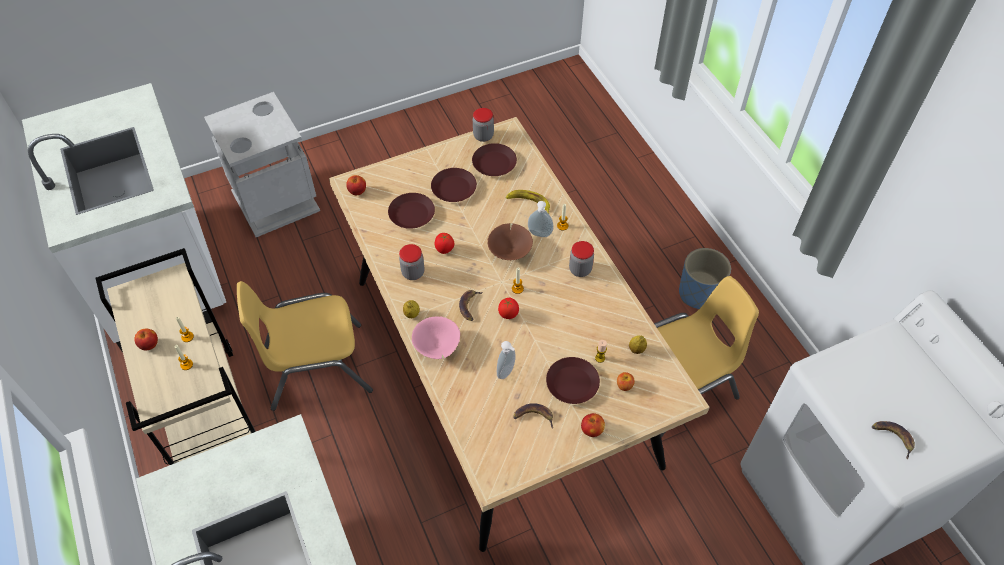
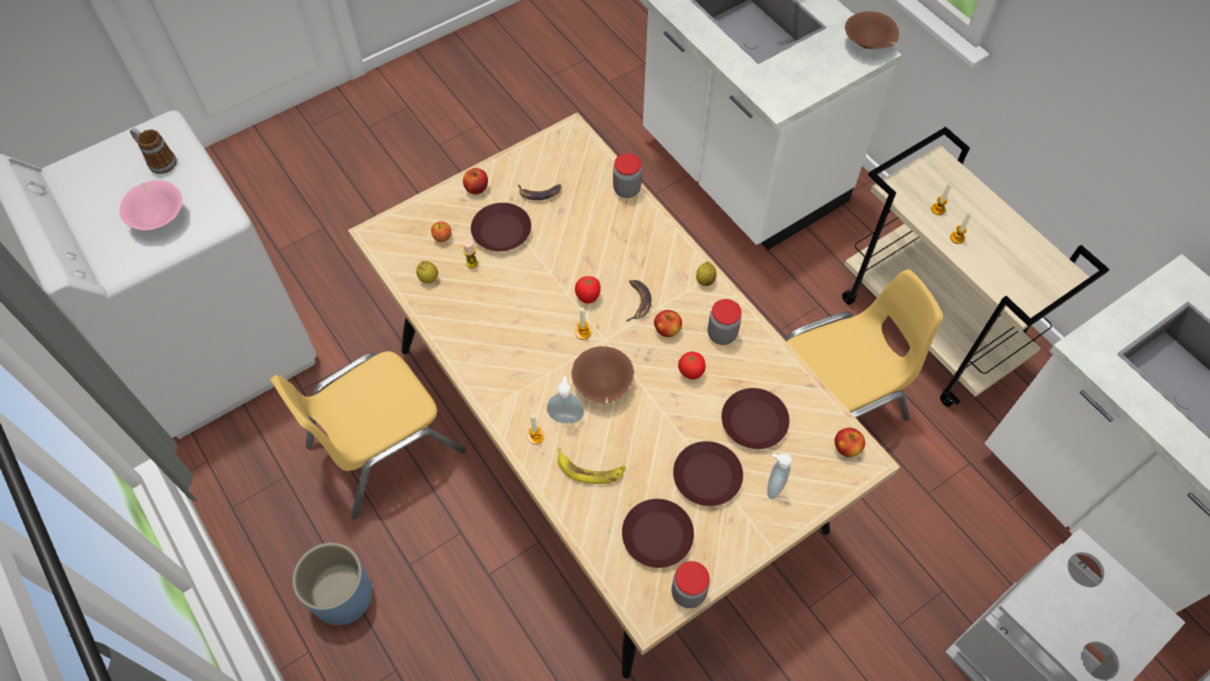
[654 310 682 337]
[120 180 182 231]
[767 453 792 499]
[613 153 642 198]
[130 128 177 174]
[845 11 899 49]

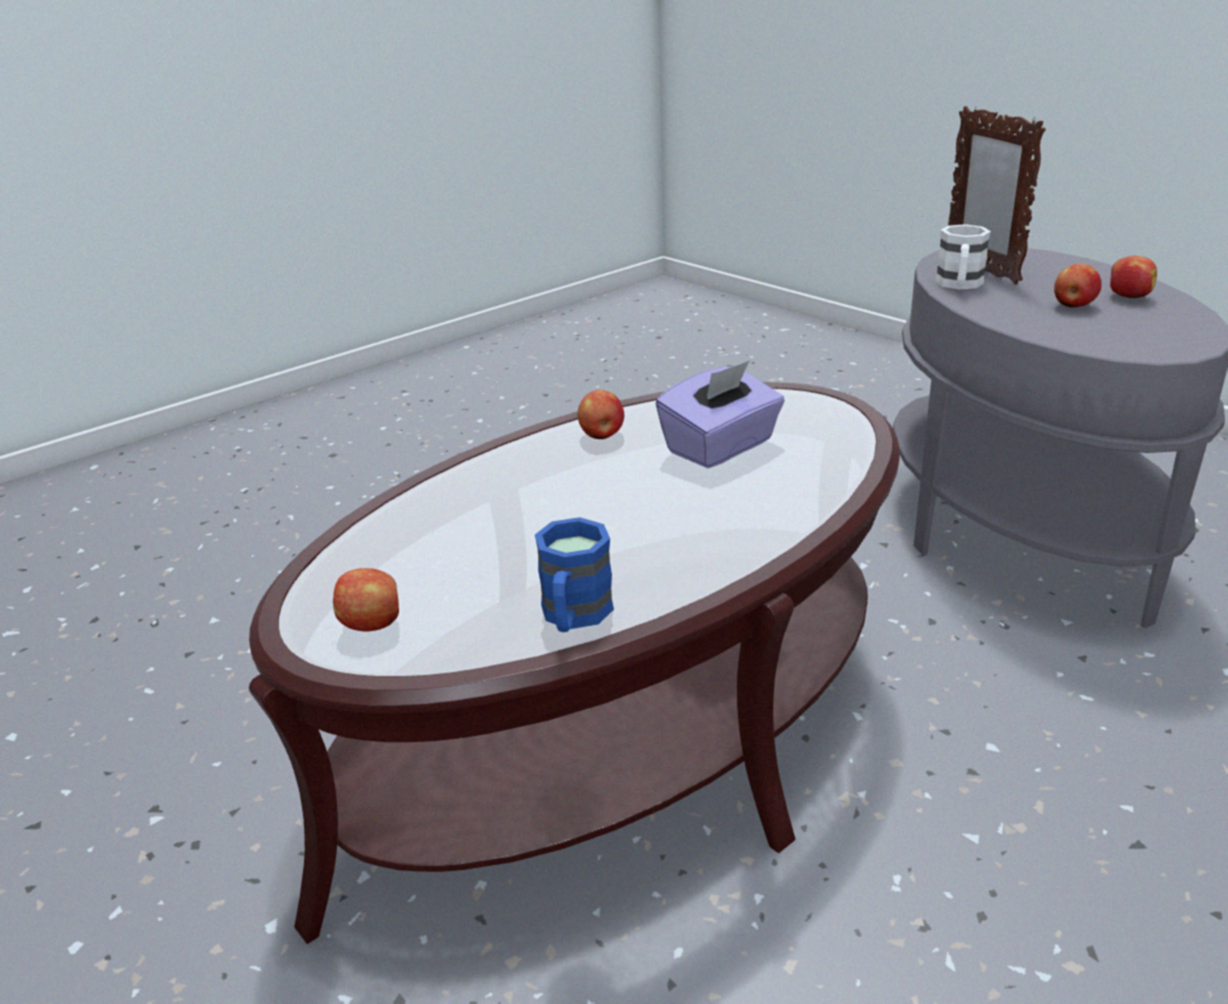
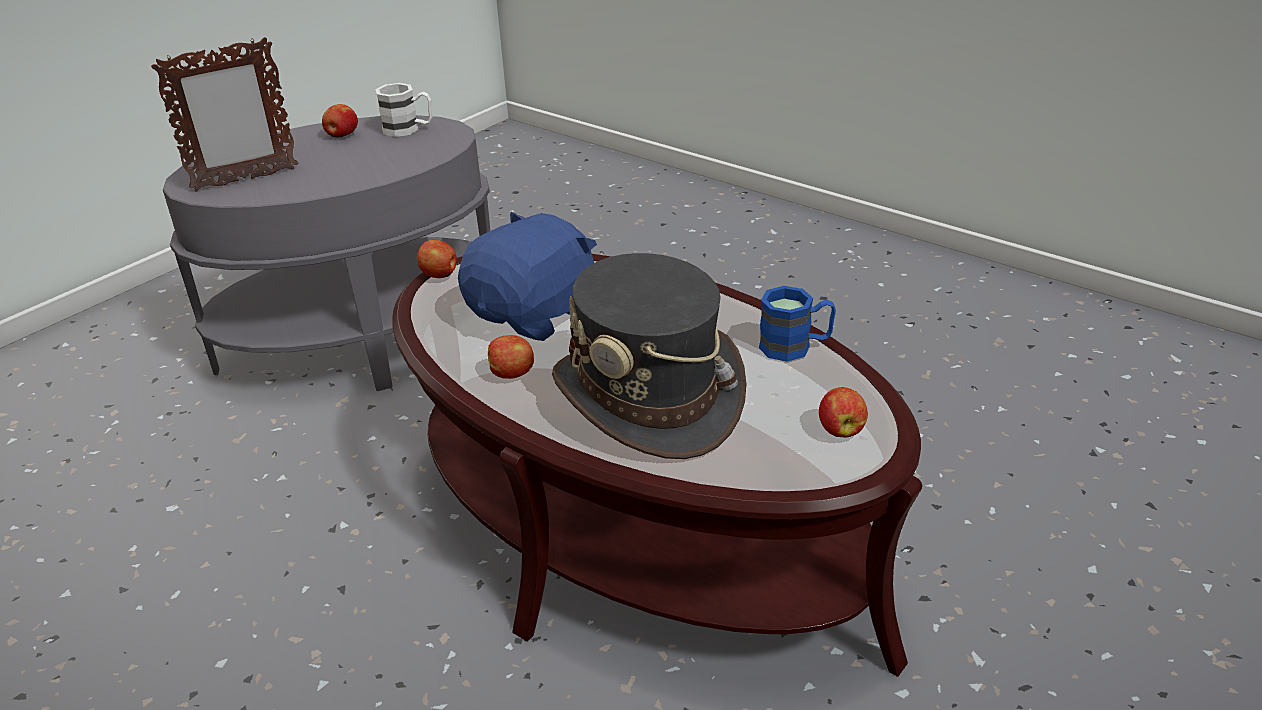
[458 212 597 341]
[375 83 432 137]
[417 240 457 278]
[552 253 746 459]

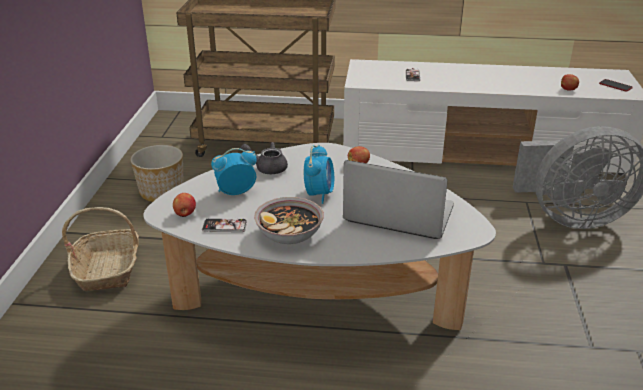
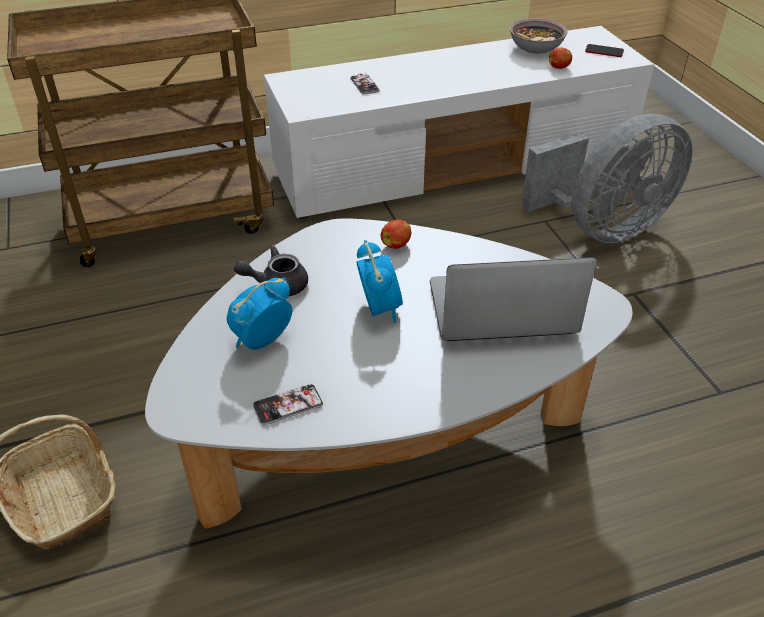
[131 145 184 202] (first image)
[173 193 196 217] (first image)
[510 18 568 54]

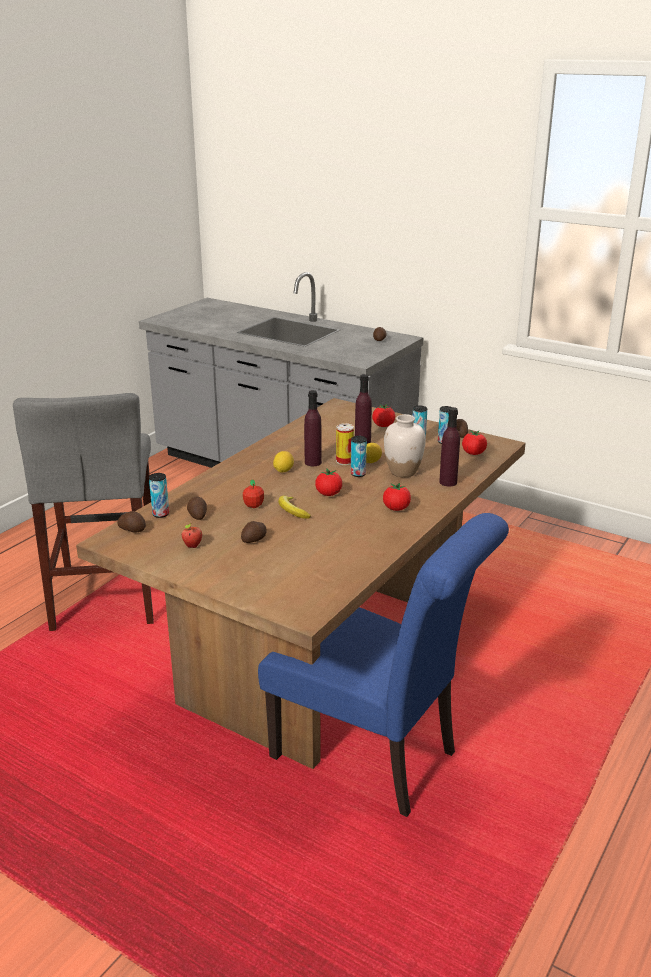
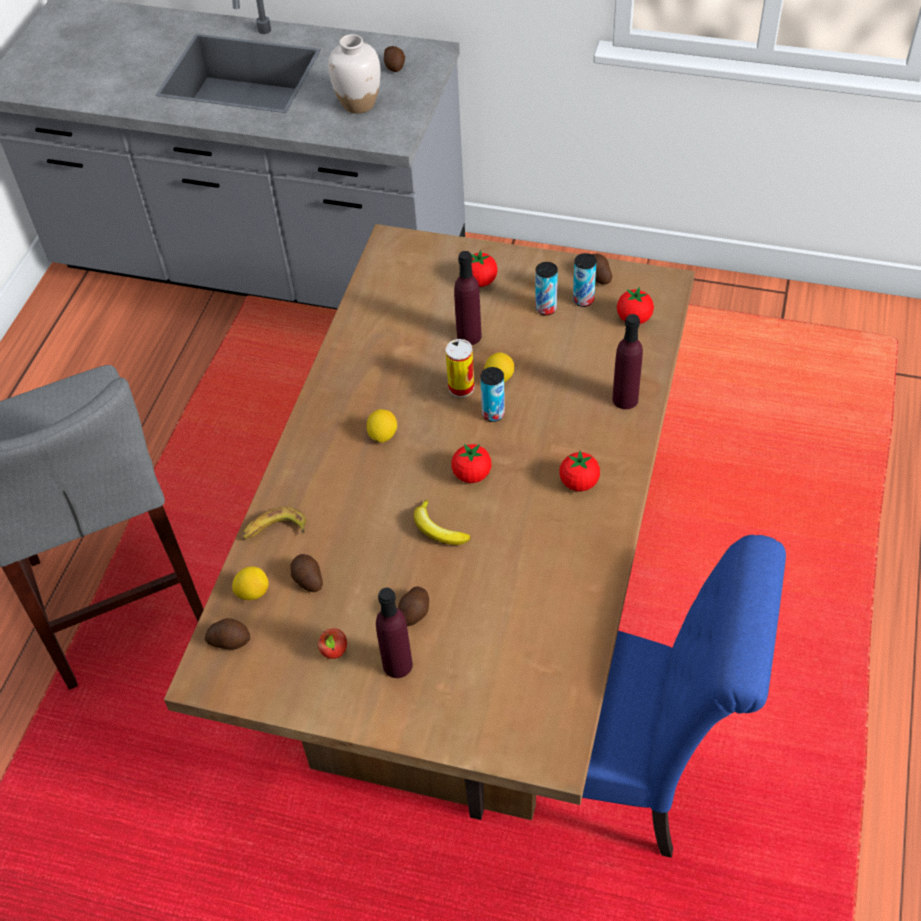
[232 566 269 600]
[243 479 264 508] (first image)
[376 587 413 678]
[328 34 381 114]
[242 507 306 540]

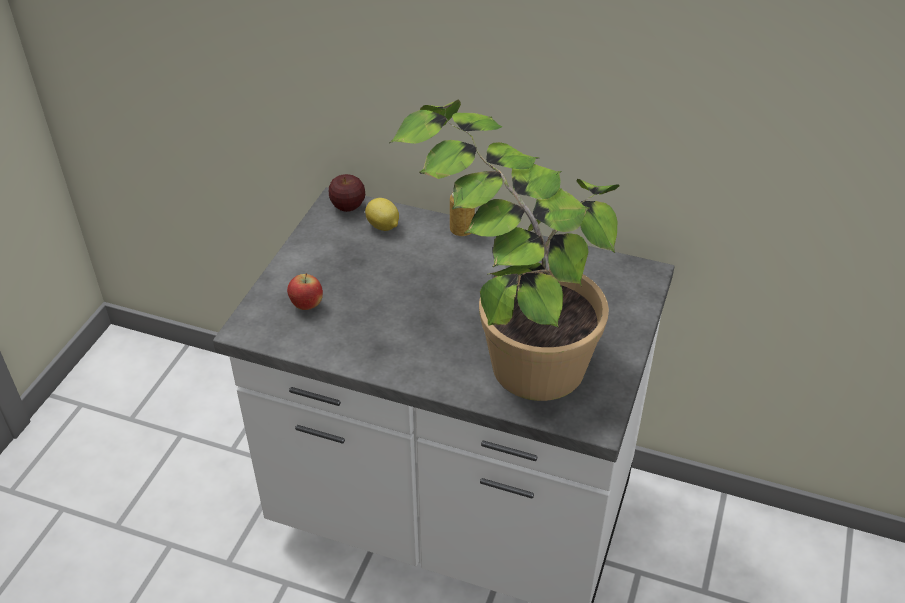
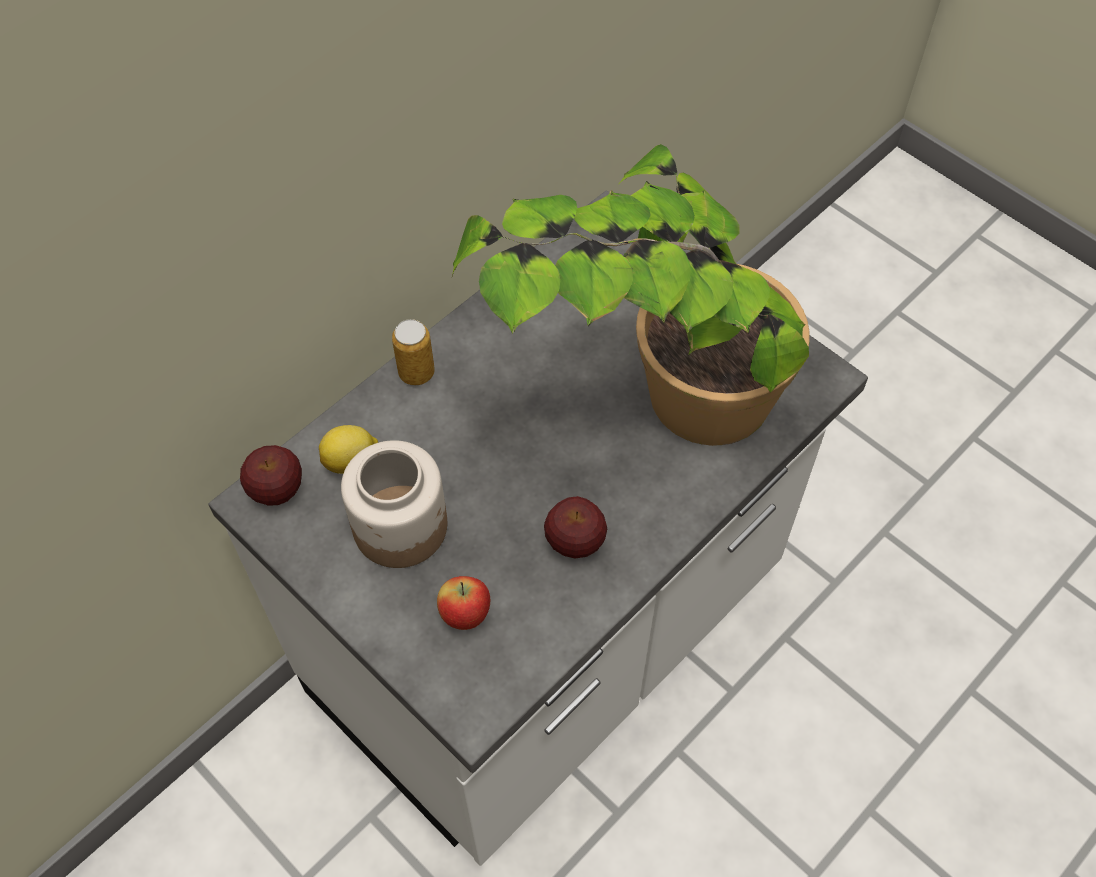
[341 440 447 568]
[544 496 607 559]

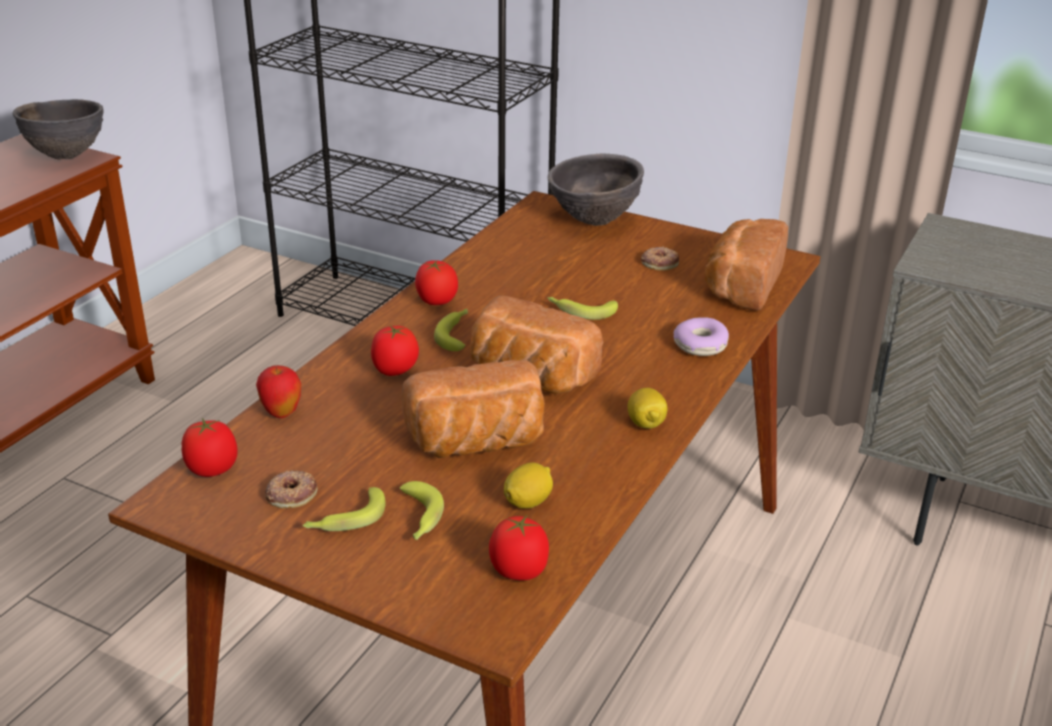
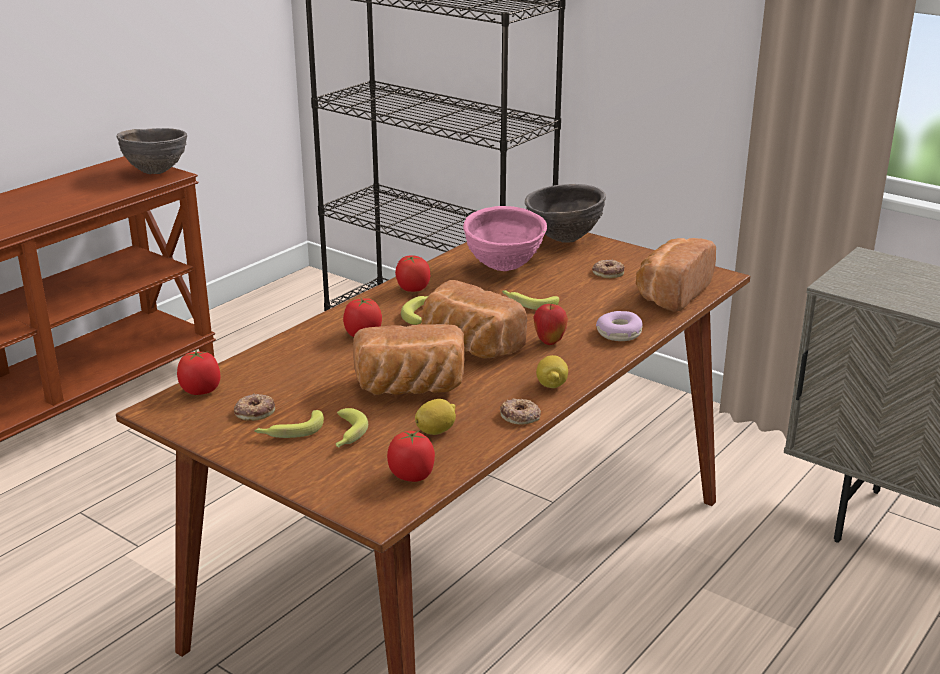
[533 304 568 345]
[463 206 547 271]
[500 398 541 425]

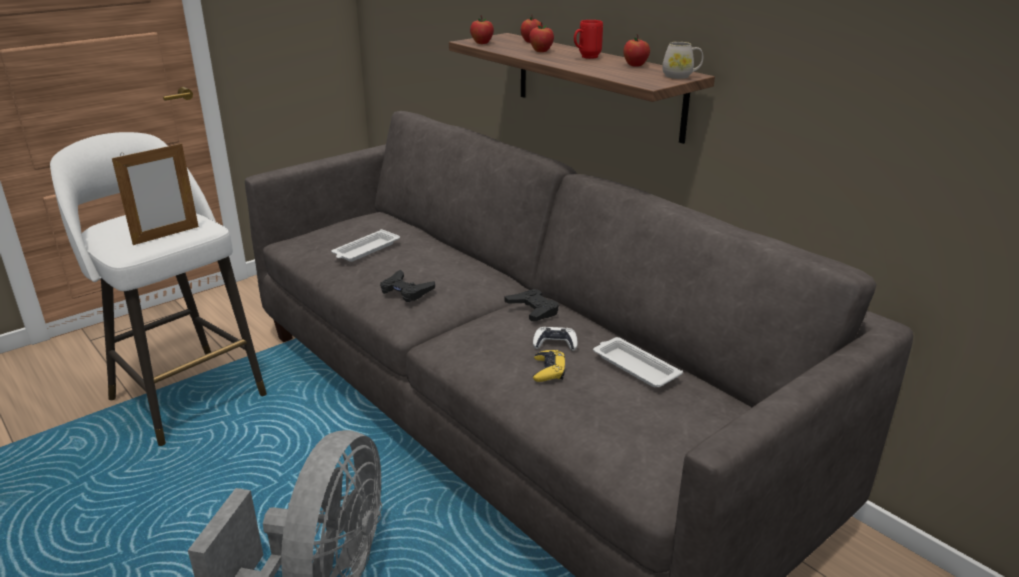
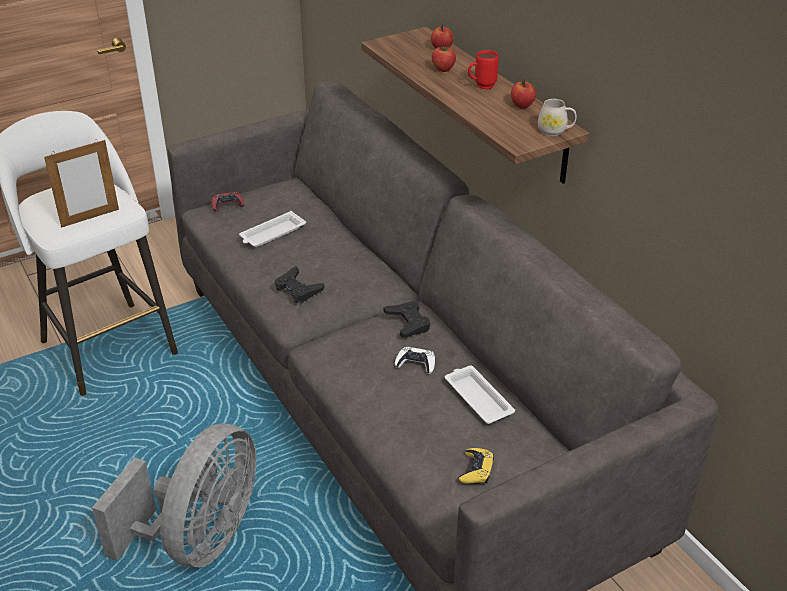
[470 15 494 44] (first image)
[459 448 494 484]
[212 192 244 211]

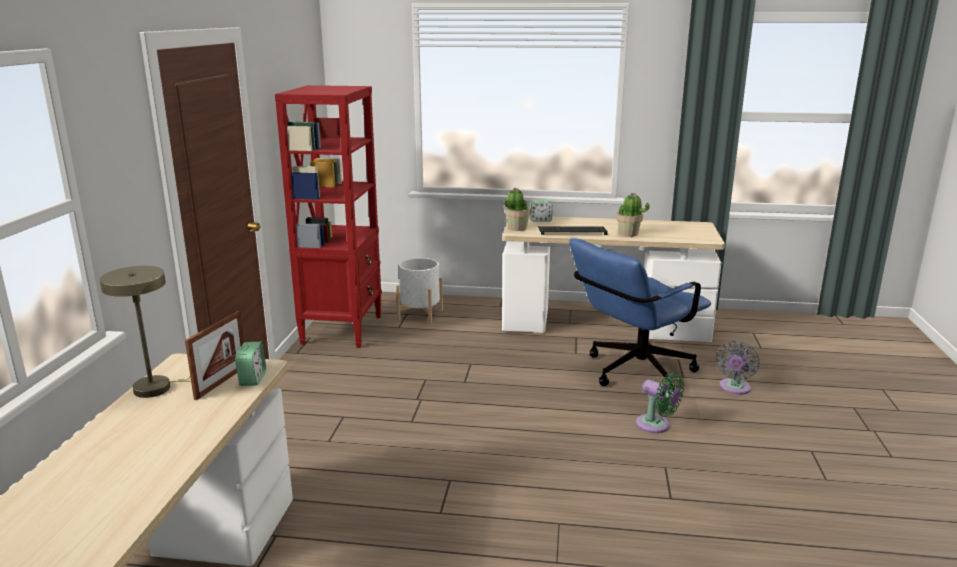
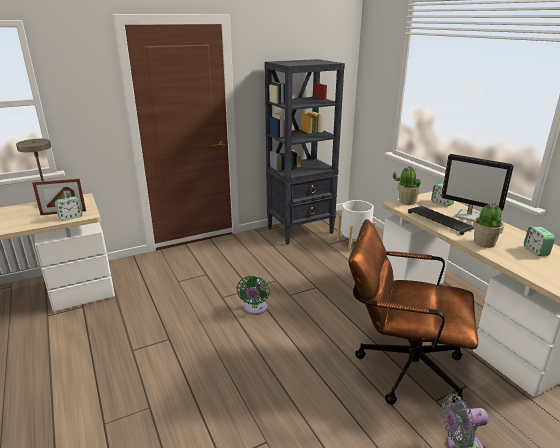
[265 59 345 245]
[348 219 478 405]
[236 275 270 315]
[441 154 514 222]
[524 227 555 256]

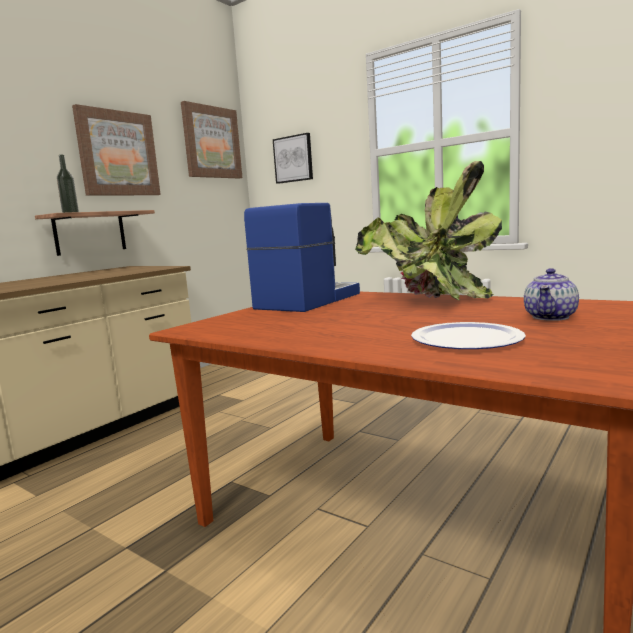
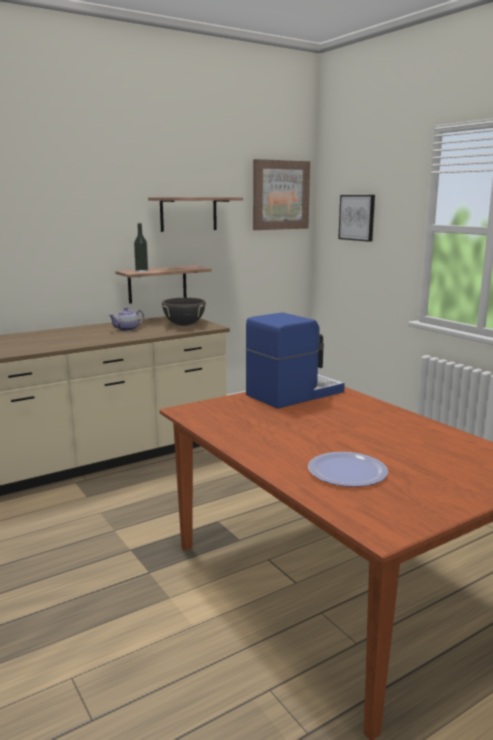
[148 197 243 232]
[355 161 502 300] (first image)
[108 307 144 331]
[162 298 206 326]

